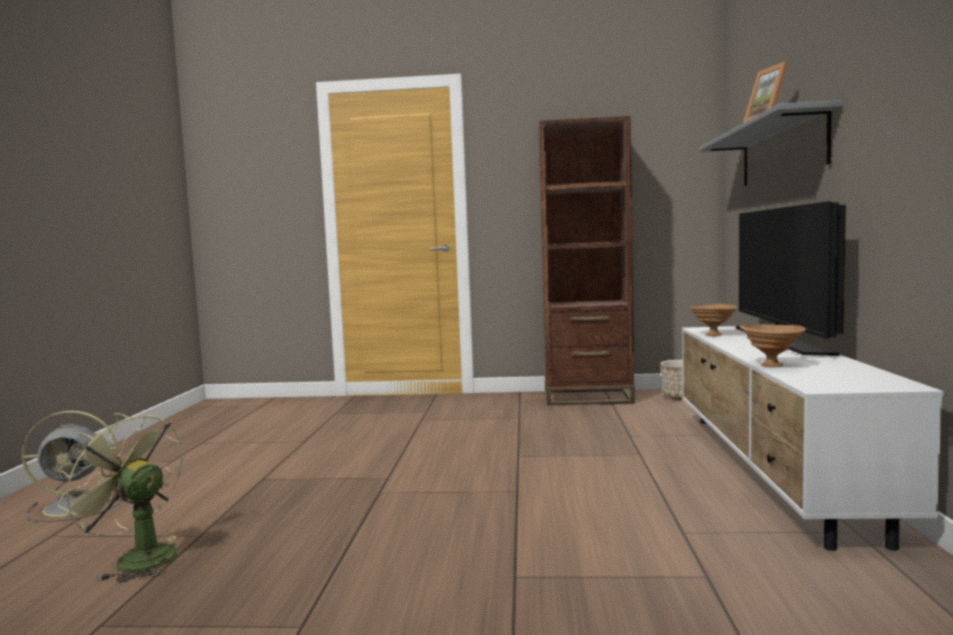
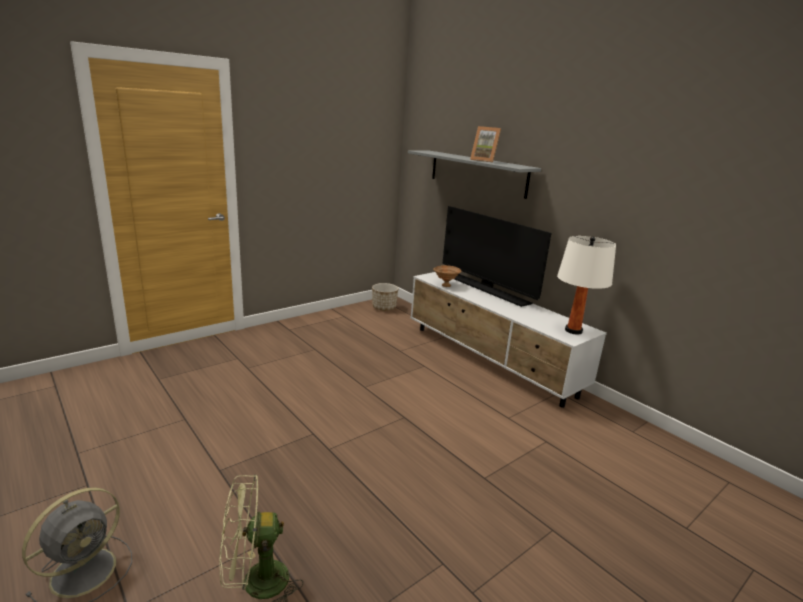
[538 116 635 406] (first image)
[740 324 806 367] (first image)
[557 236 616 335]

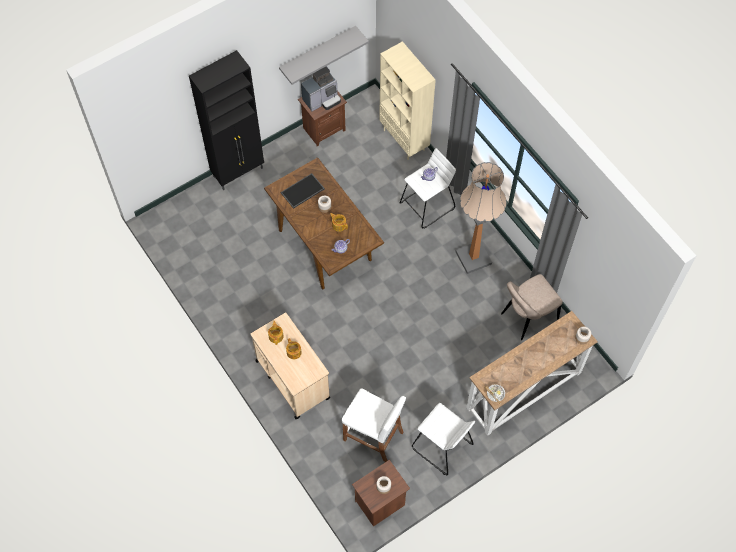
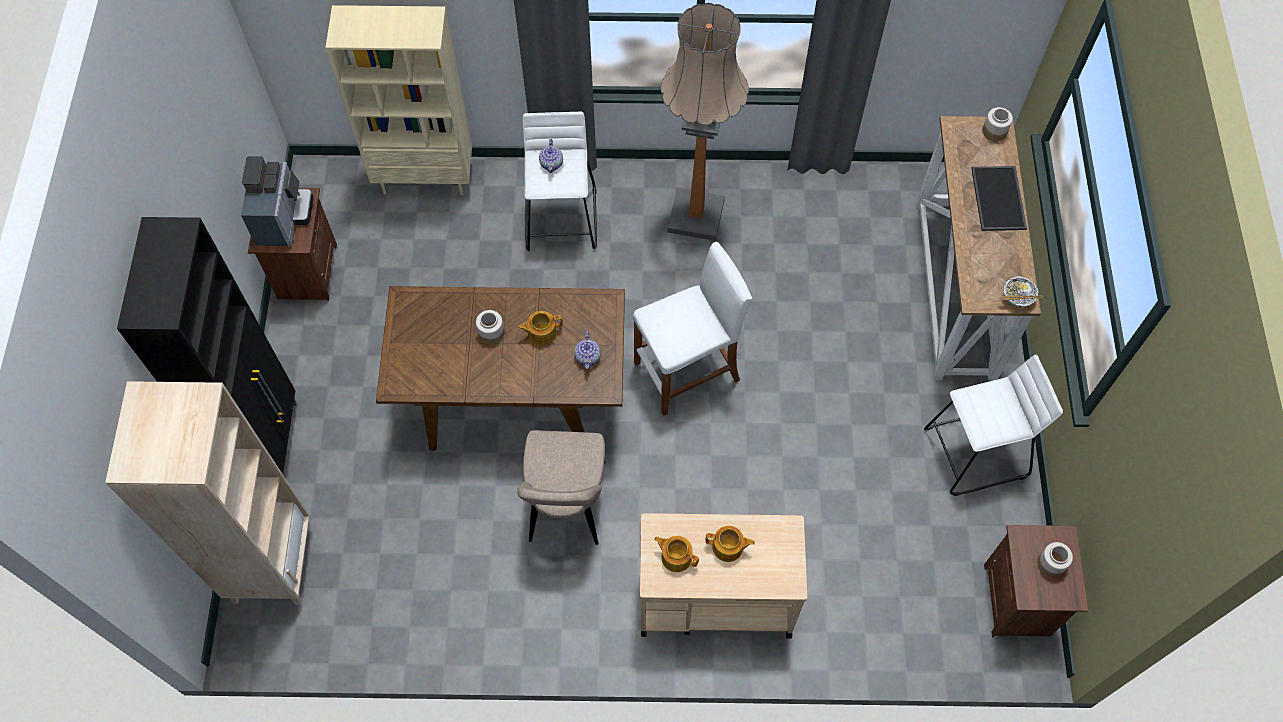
[279 26 369 85] (first image)
[971 166 1027 231]
[633 242 752 416]
[517 430 605 545]
[105 381 311 605]

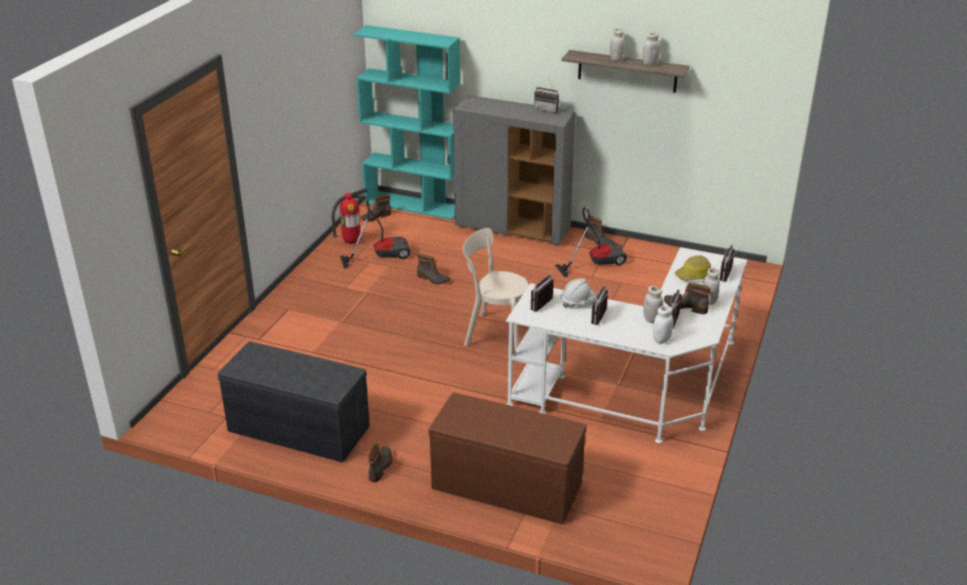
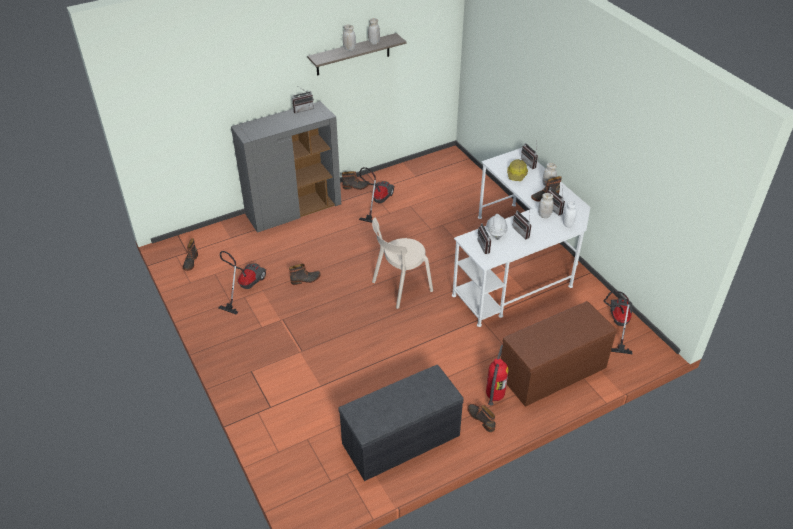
[486 344 508 405]
[353 25 460 220] (first image)
[603 291 633 355]

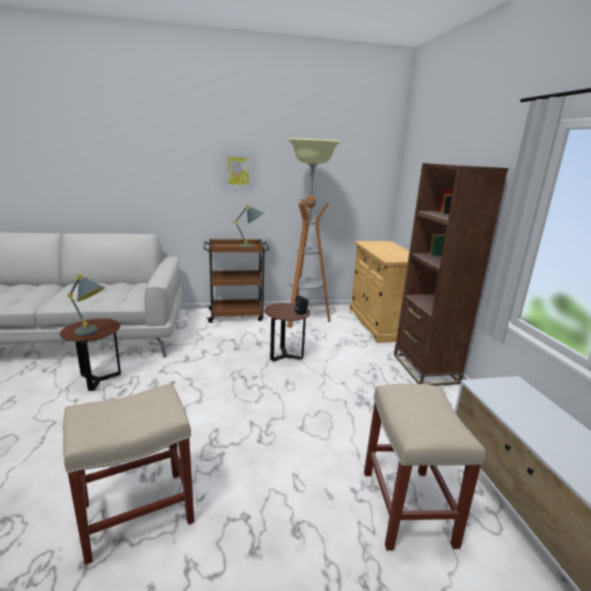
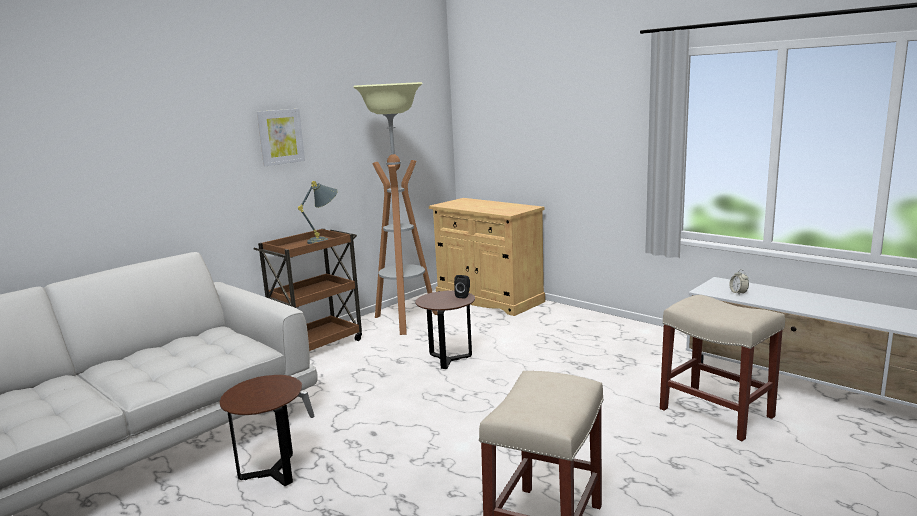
[67 274 105 336] (first image)
[394 163 508 386] (first image)
[729 270 749 295]

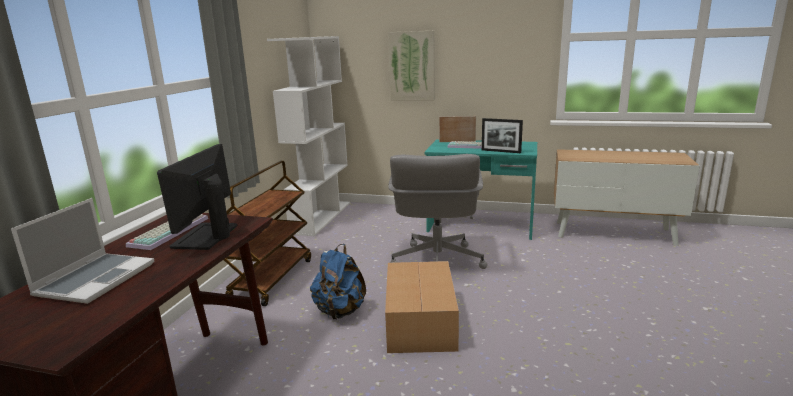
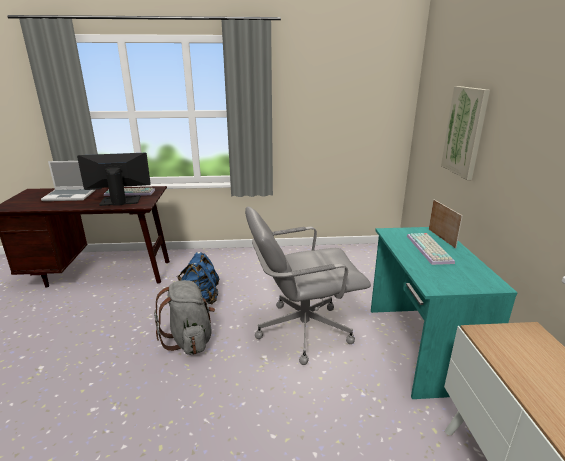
[224 161 311 306] (first image)
[267 36 350 236] (first image)
[154 280 215 355]
[482 118 523 153] (first image)

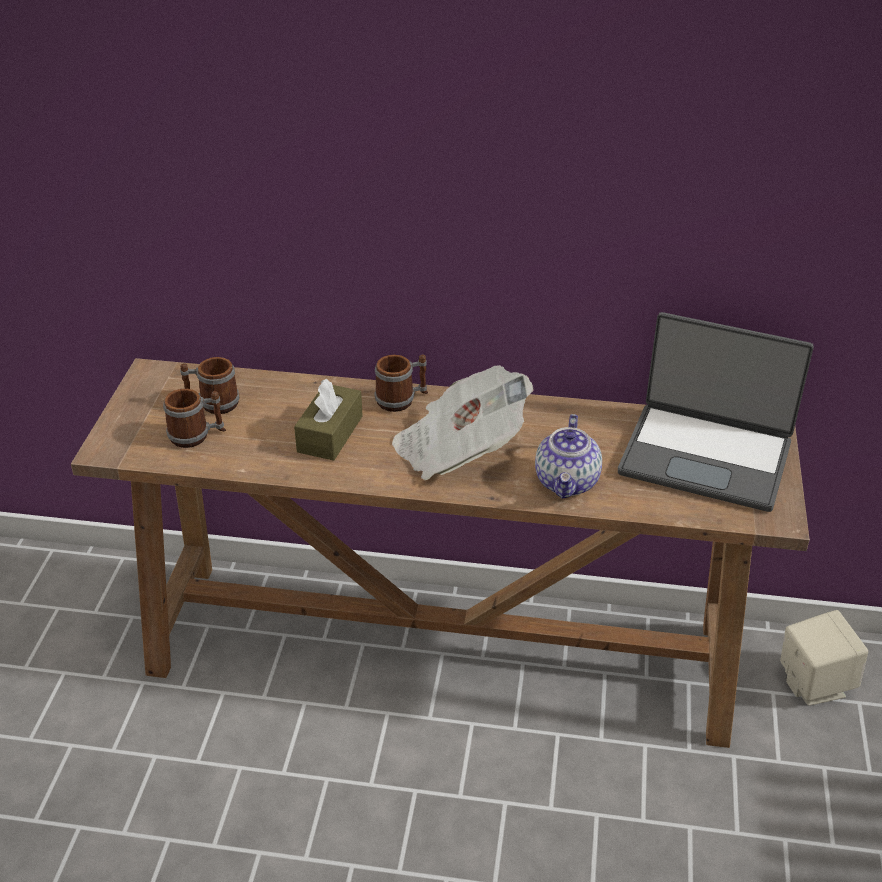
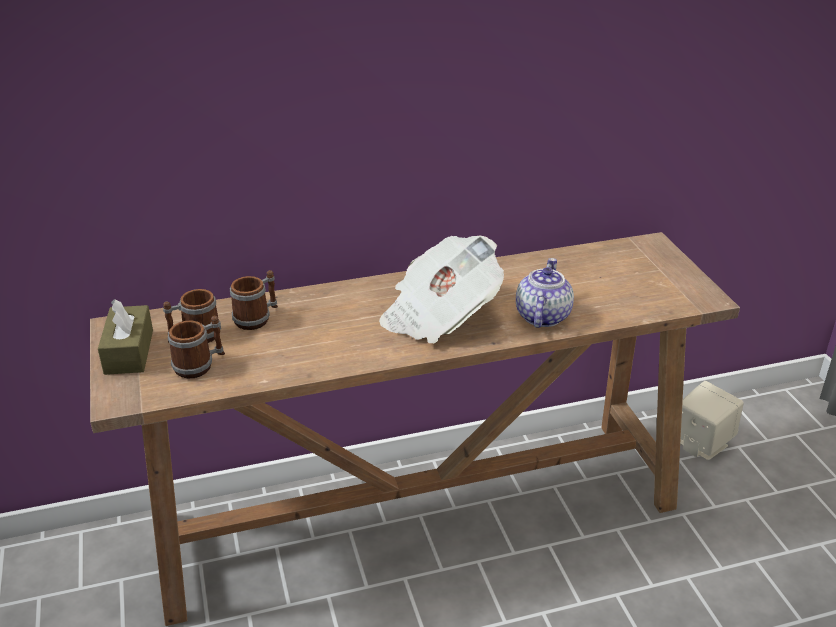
[98 299 153 375]
[230 270 278 330]
[516 258 574 328]
[618 312 814 512] (first image)

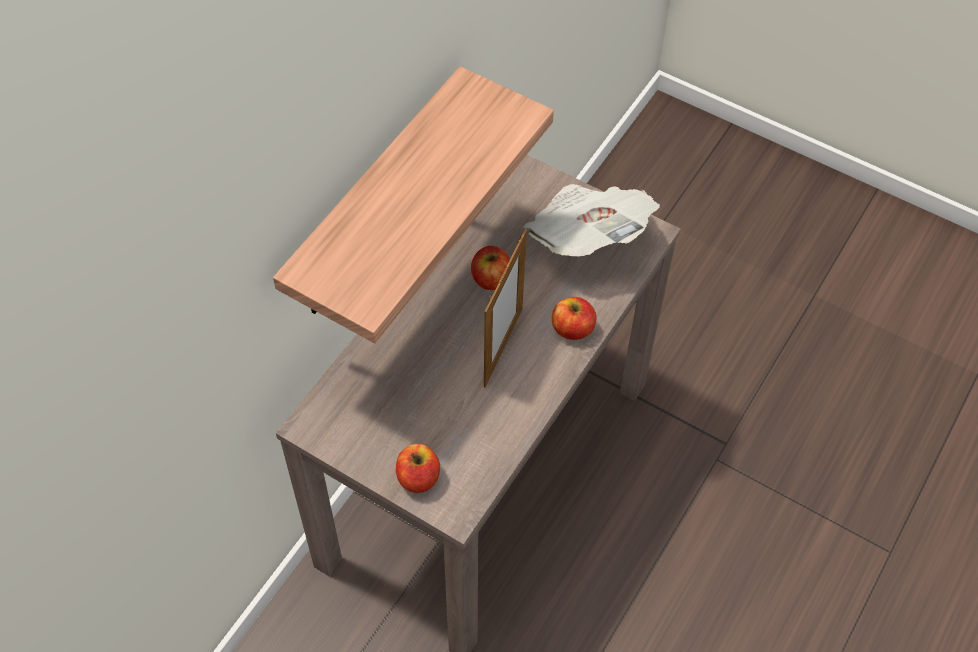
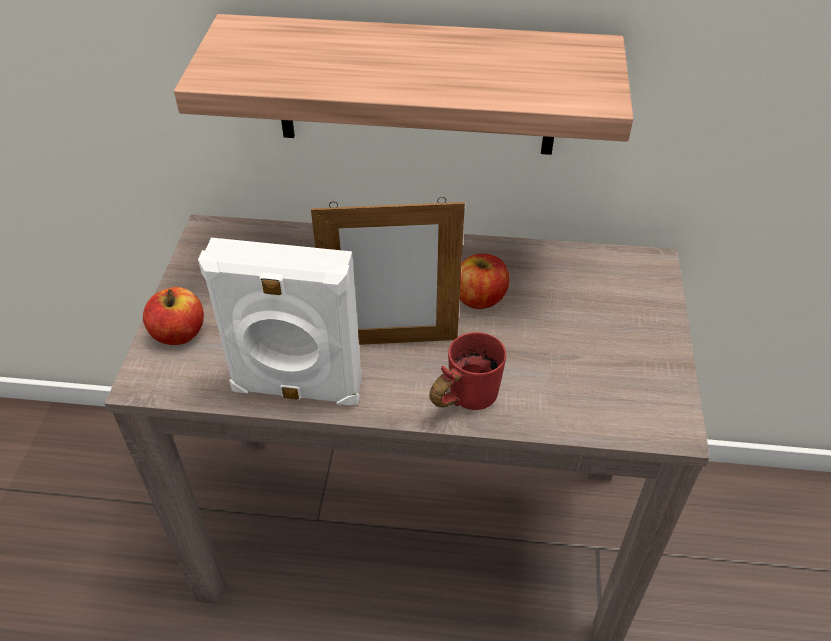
[523 184 660 256] (first image)
[429 332 506 410]
[198 238 362 405]

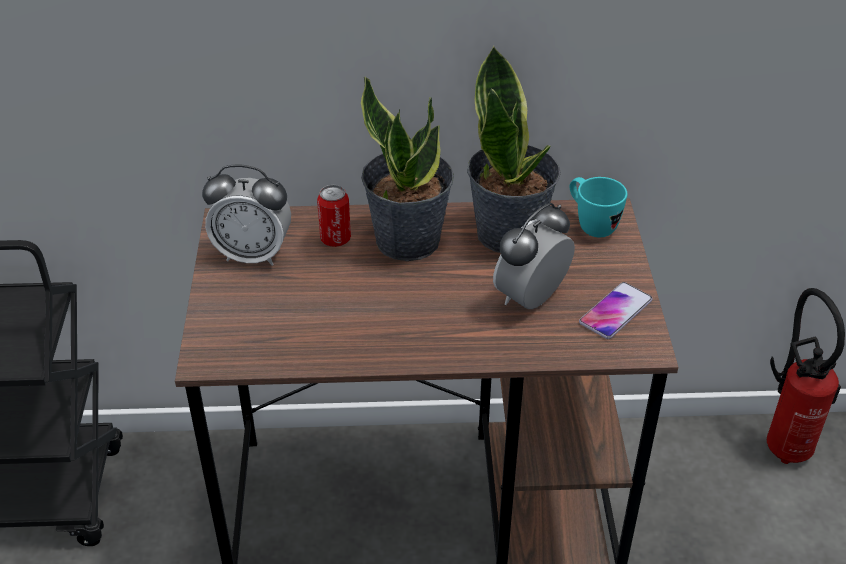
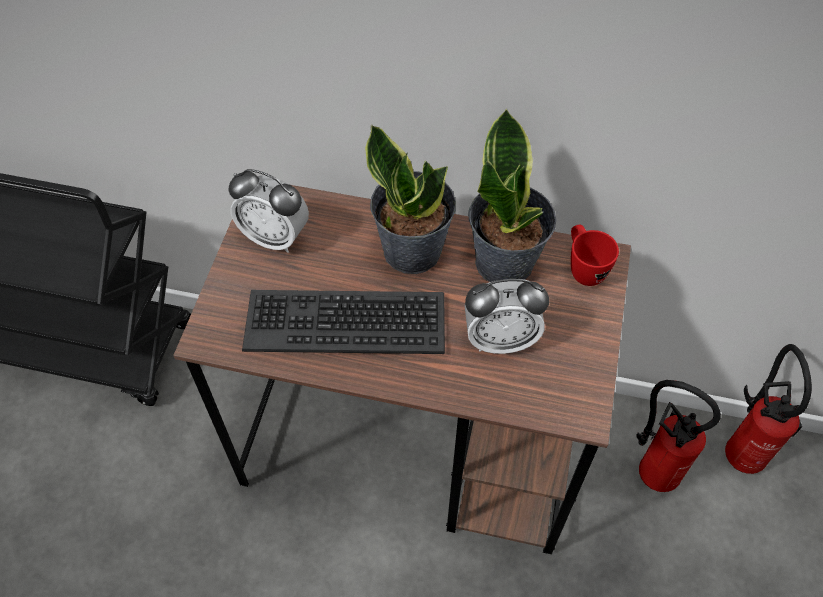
[317 185 351 247] (first image)
[465 279 549 354]
[571 225 619 286]
[579 282 653 339] (first image)
[242 290 445 354]
[636 380 721 492]

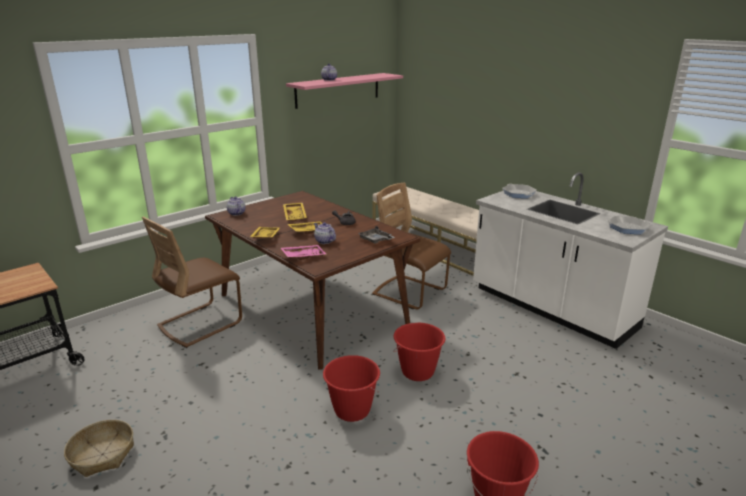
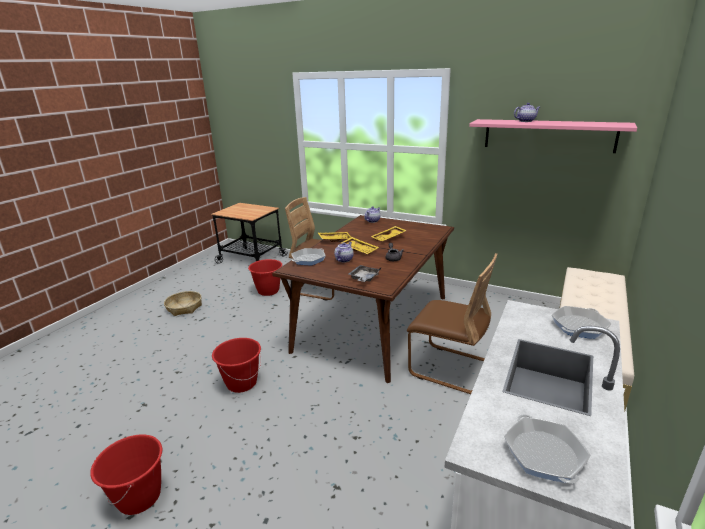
[292 248 325 265]
[407 253 497 394]
[248 259 282 296]

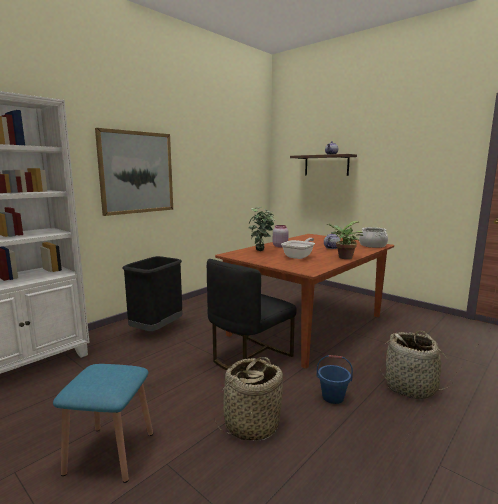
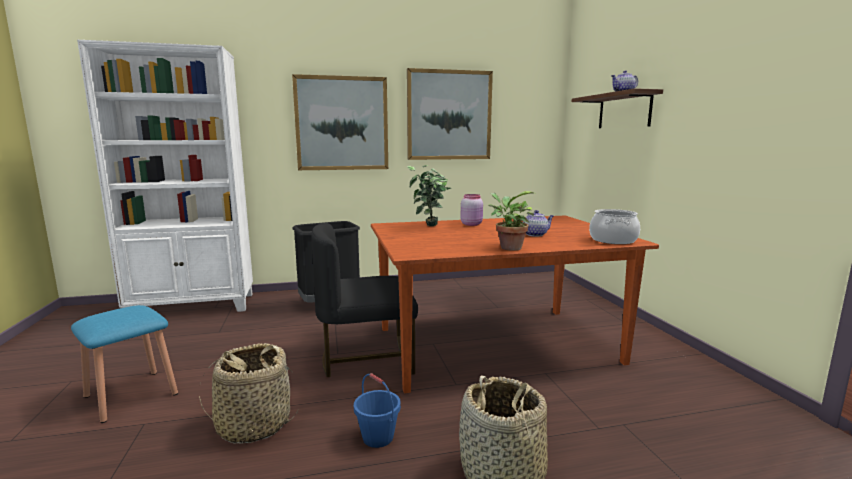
[281 238 315 259] (first image)
[407 68 493 160]

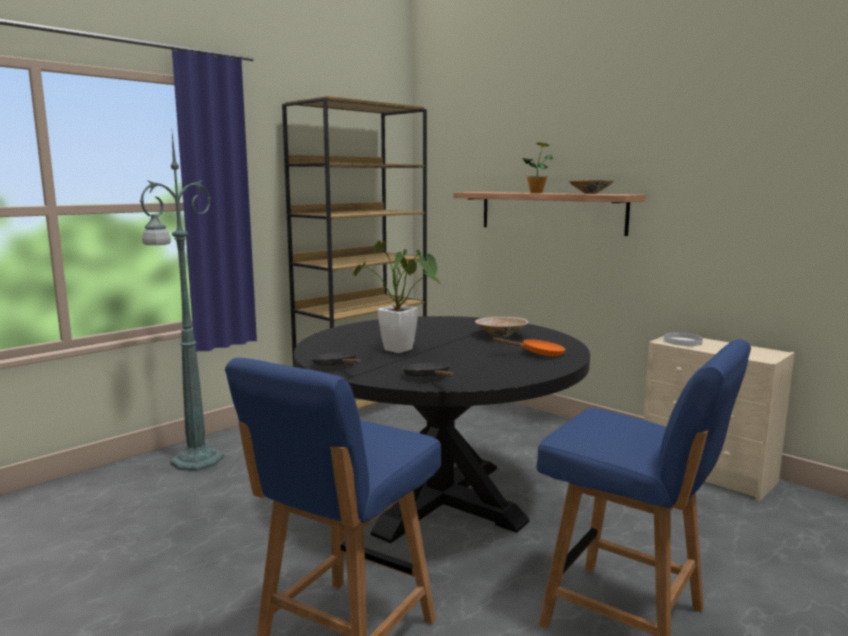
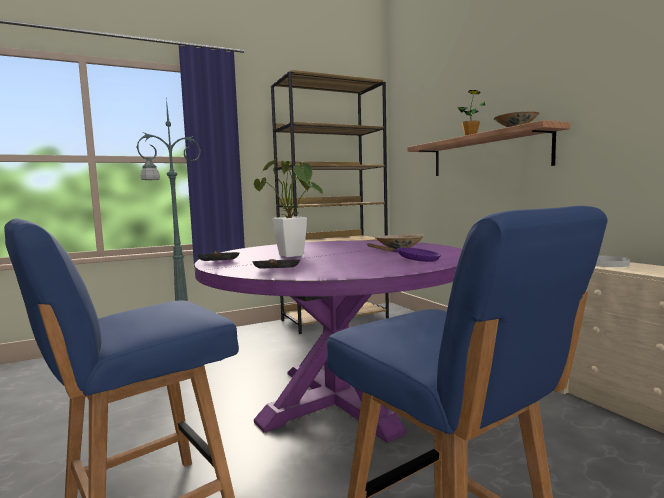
[194 241 462 443]
[367 243 441 262]

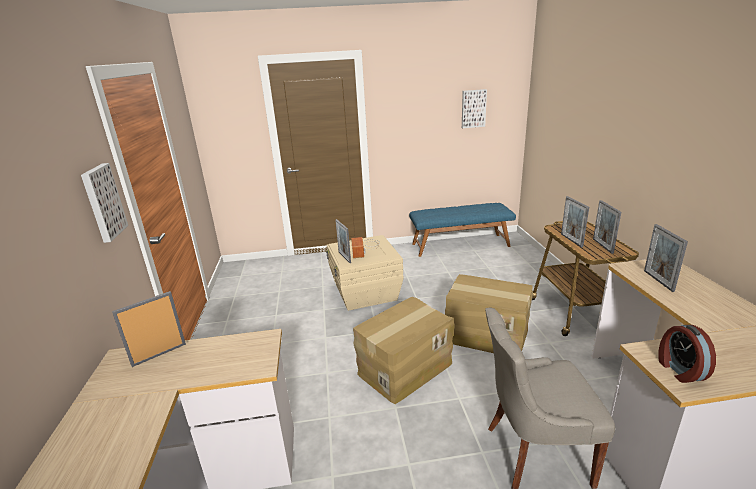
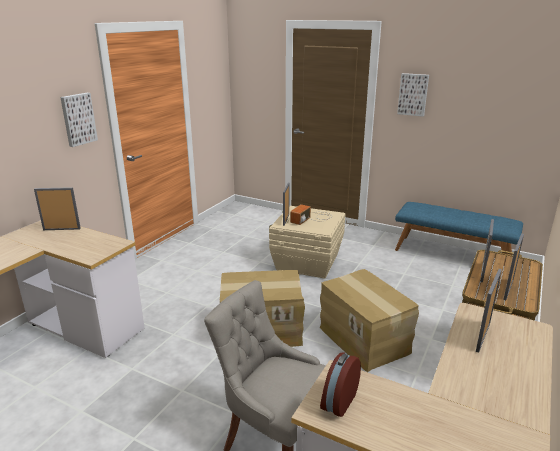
[397 73 429 117]

